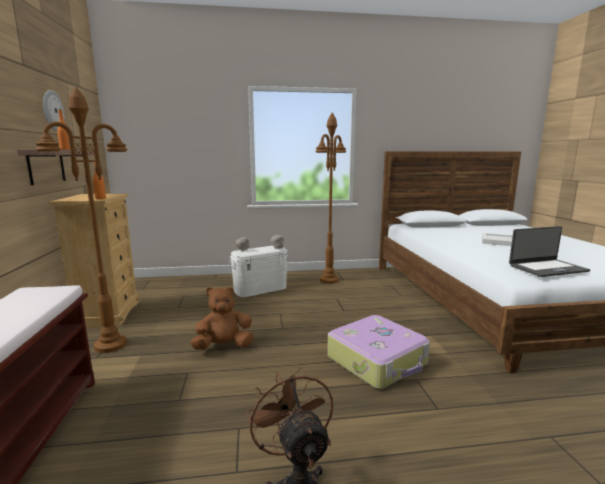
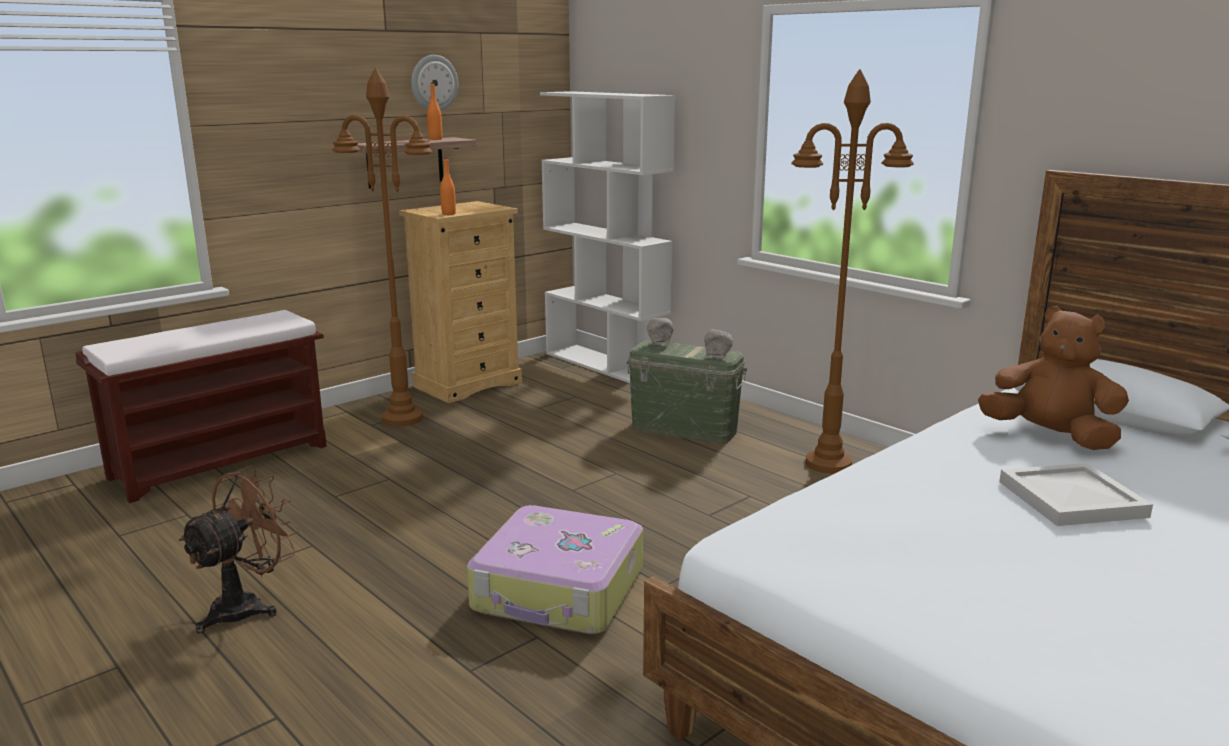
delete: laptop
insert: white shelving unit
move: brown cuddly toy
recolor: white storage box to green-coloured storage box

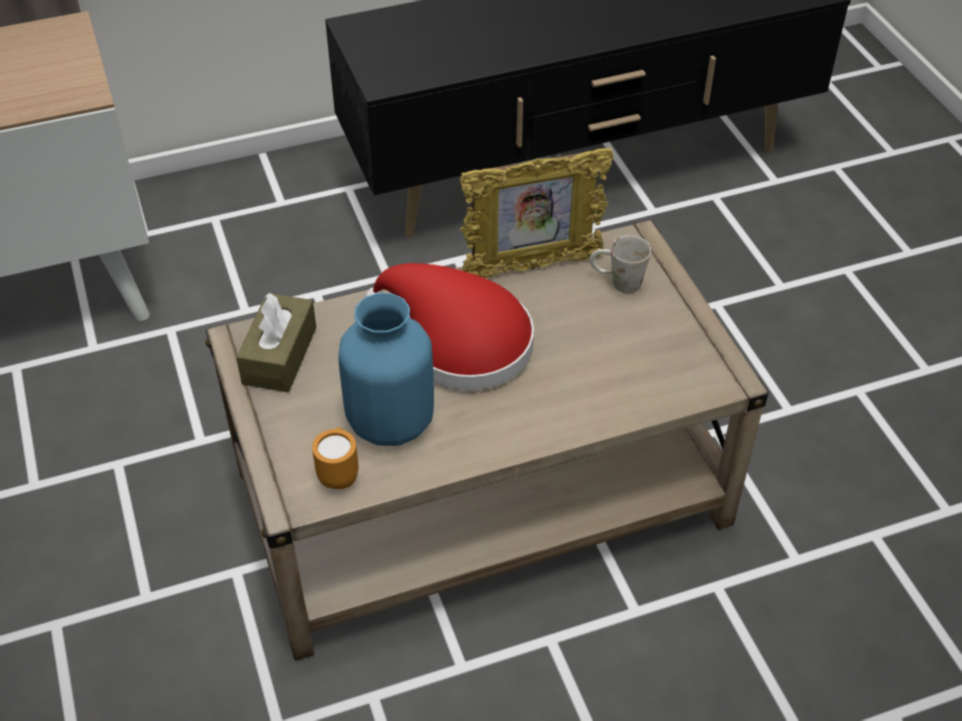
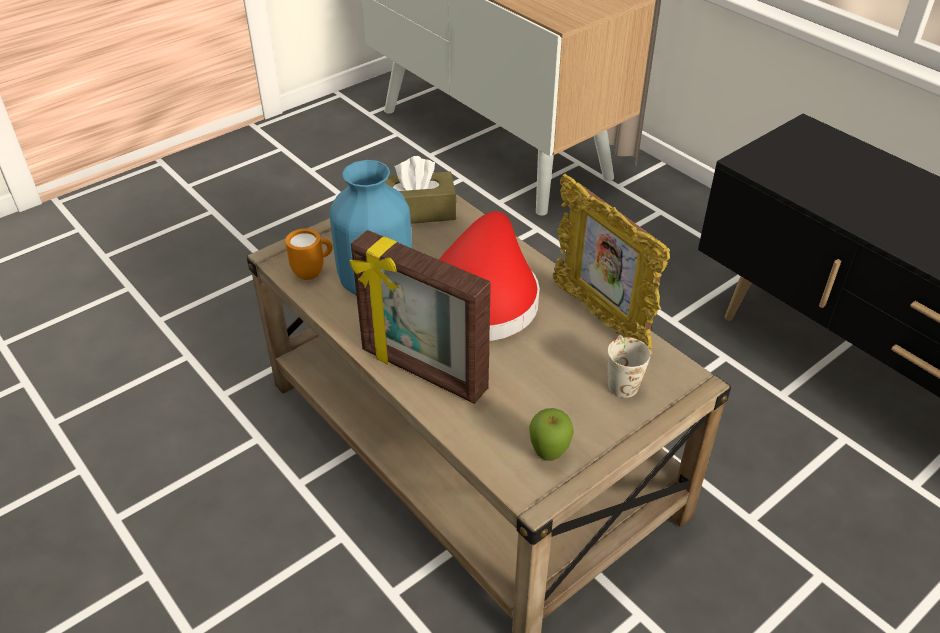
insert: standing frame (1st from left); apple

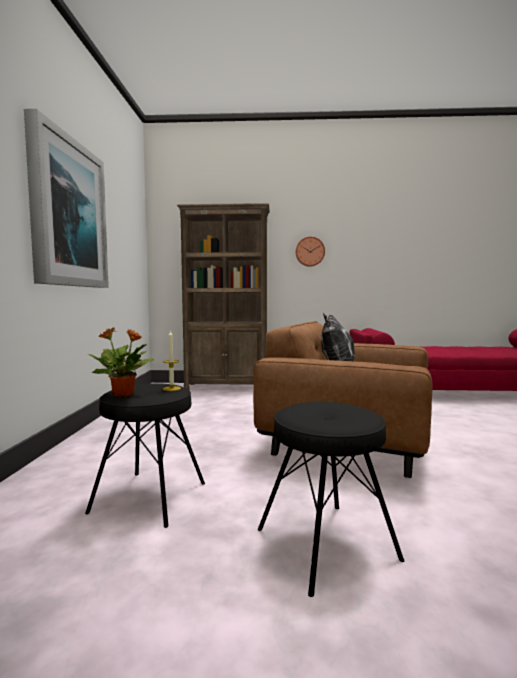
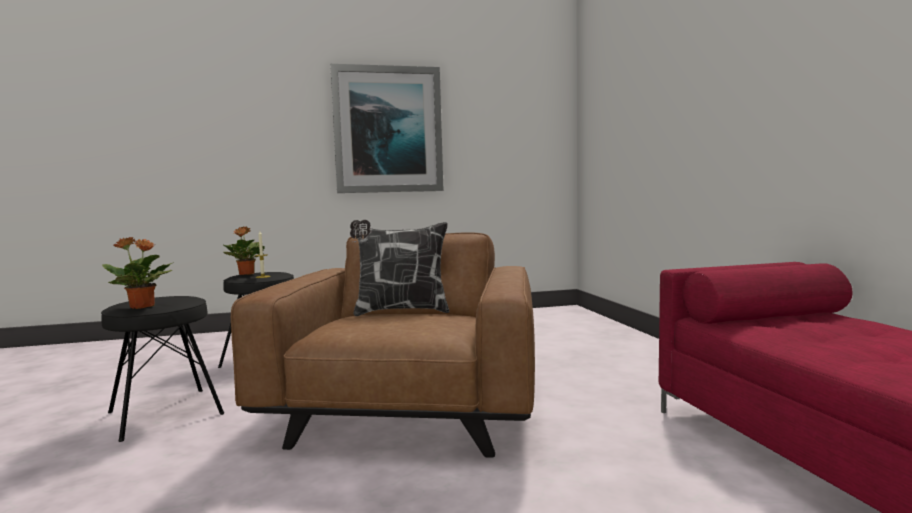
delete: brown shelving unit; hanging clock
insert: plant in a pot (1st from left)

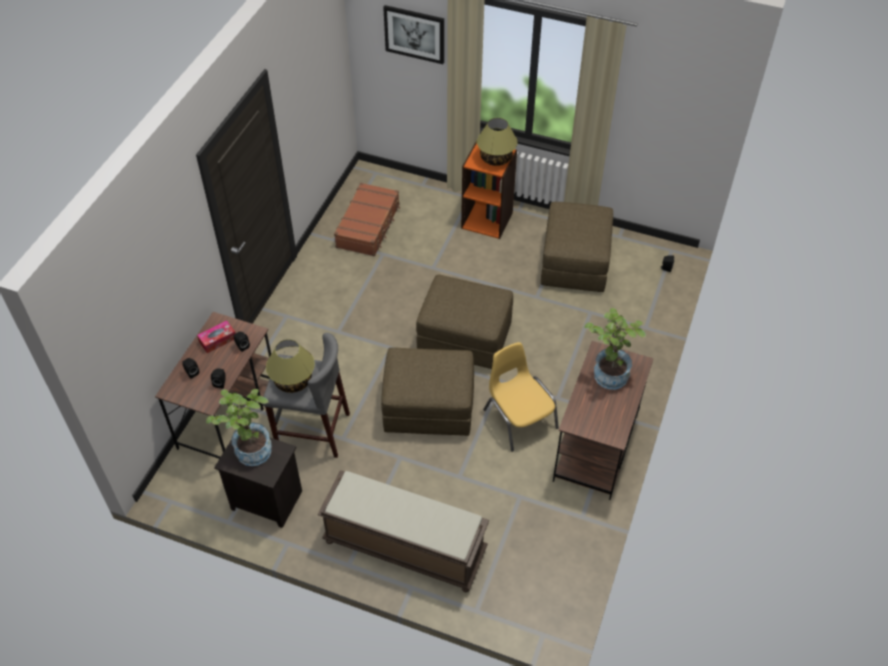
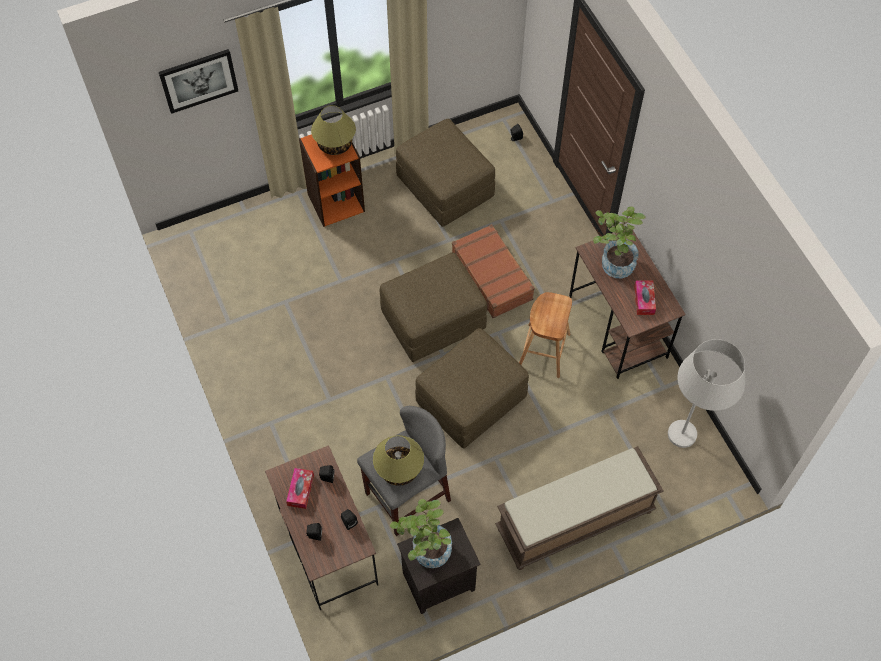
insert: tissue holder (2nd from left); white standard lamp
move: brown suitcase
replace: yellow upright chair to brown sitting stool

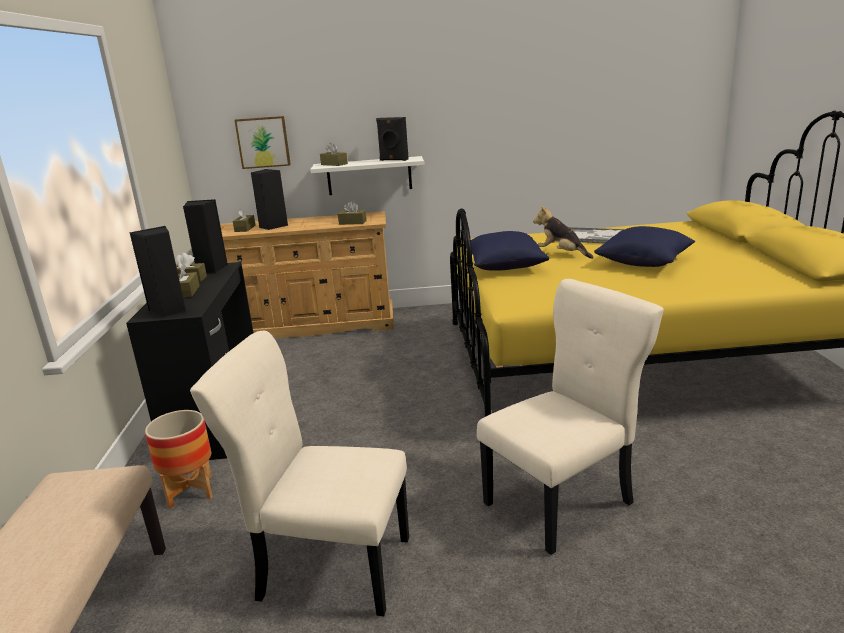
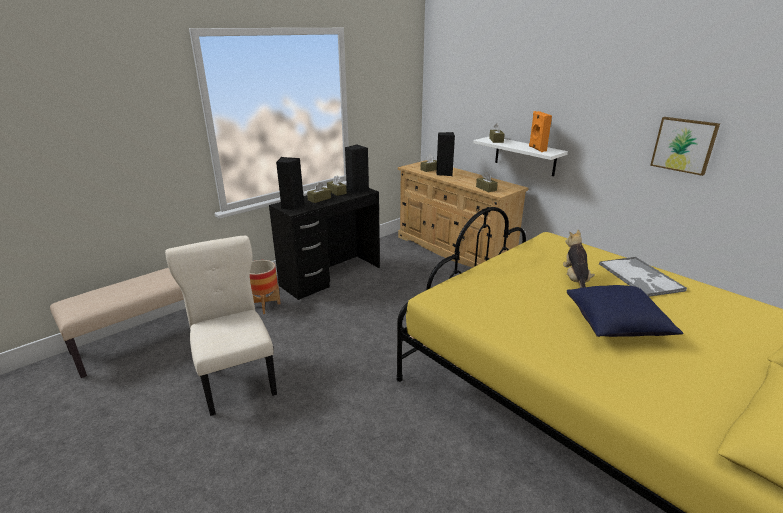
delete: bluish throw pillow (1st from left); beige-coloured upright chair (2nd from left)
move: wall art
recolor: black-coloured audio speaker (4th from left) to orange-coloured audio speaker

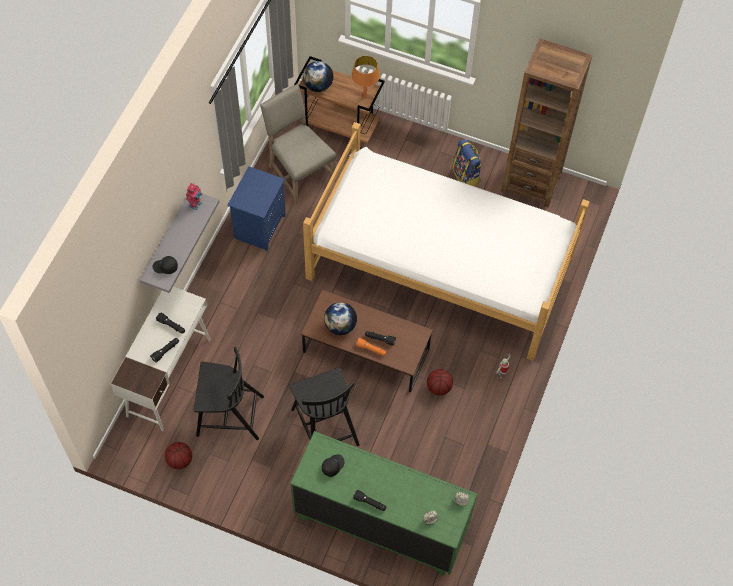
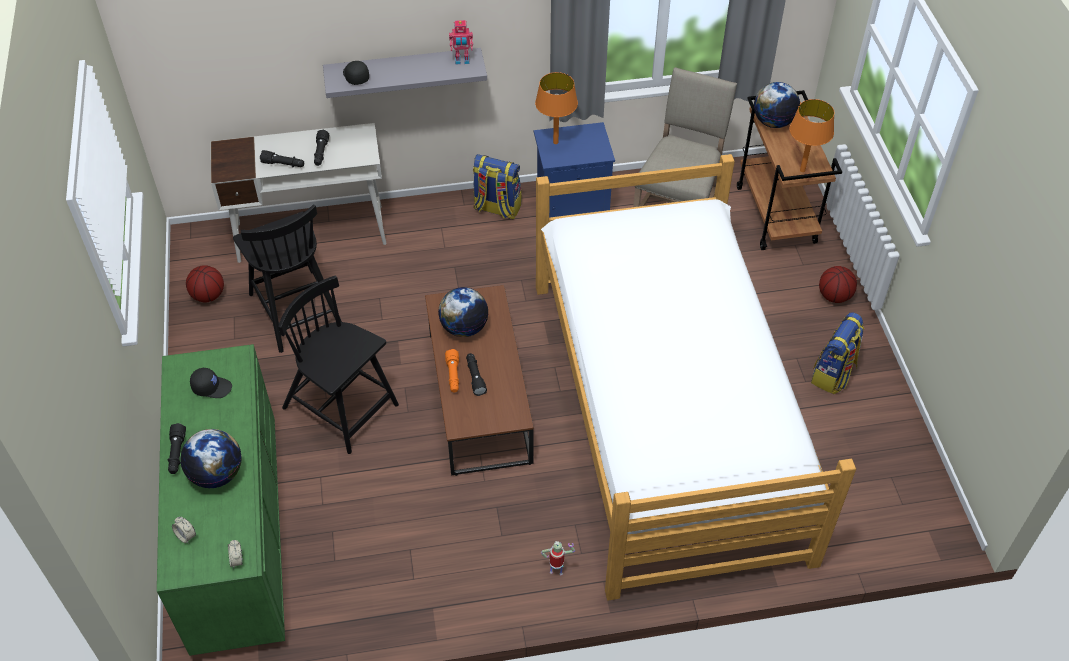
delete: brown shelving unit
insert: world globe (1st from left); knapsack (1st from left); orange-coloured tabletop lamp (1st from left)
move: ball for basketball (2nd from left)
rotate: black-coloured upright chair (2nd from left) 90 degrees clockwise

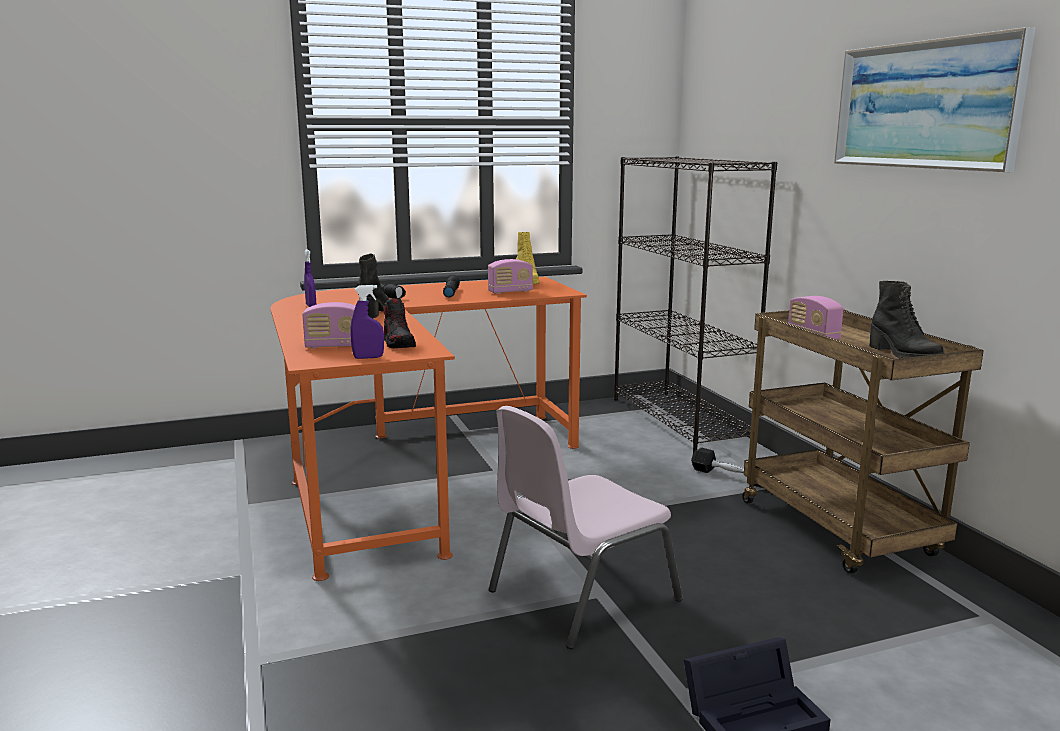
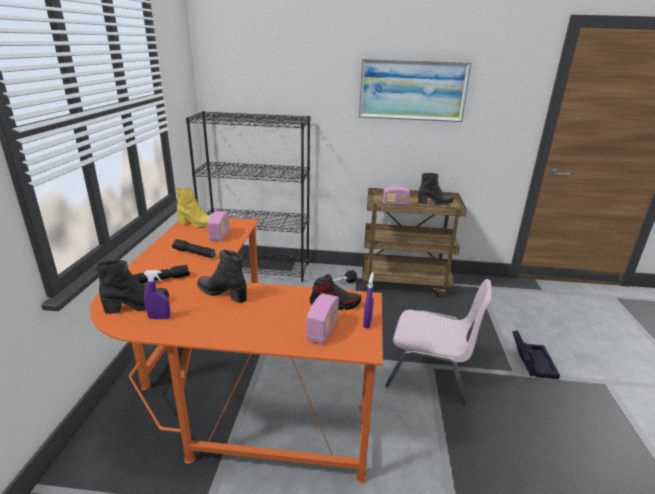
insert: black-coloured tall boot (1st from left)
rotate: pink-coloured upright chair 60 degrees counterclockwise

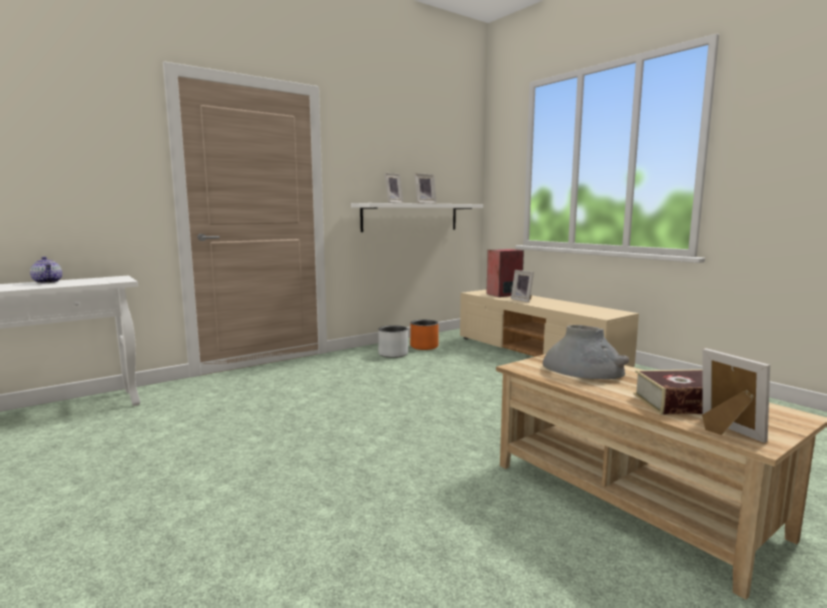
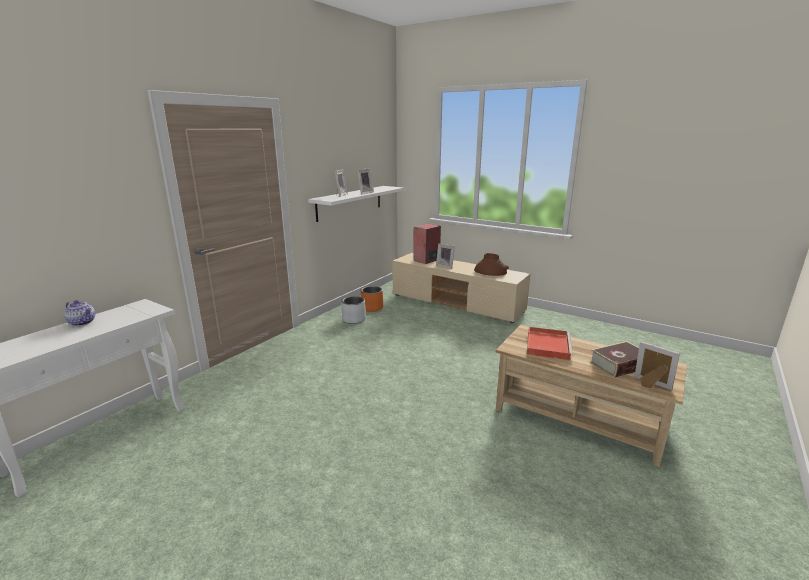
insert: brown vase
replace: gray vase to red-coloured serving tray

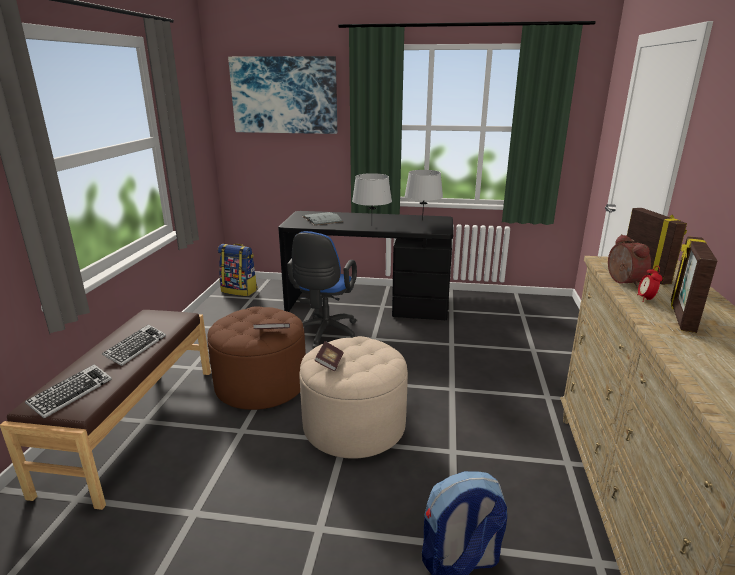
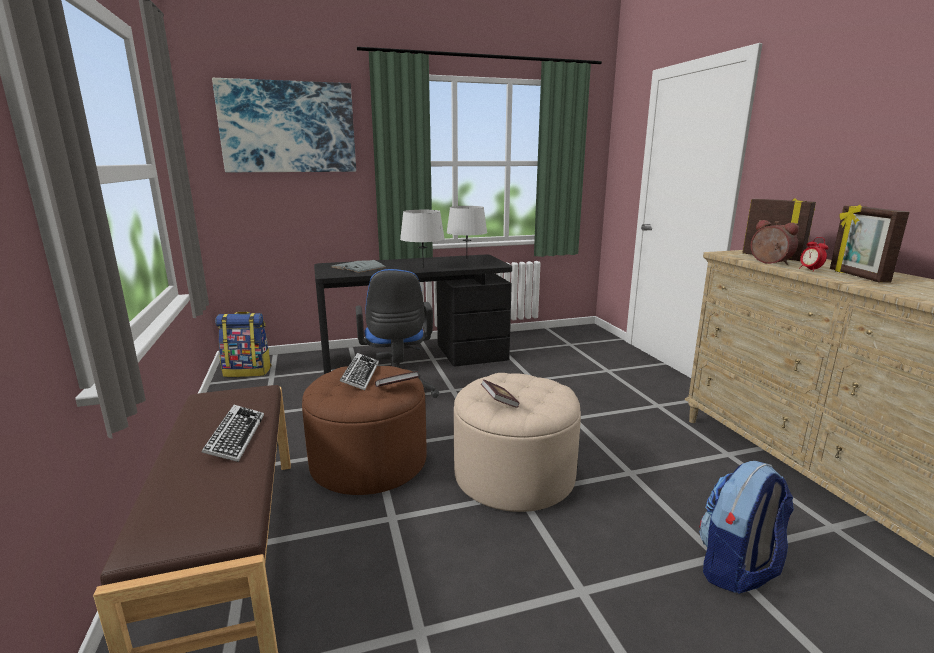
move: computer keyboard (1st from left in the first image) to computer keyboard (2nd from left)

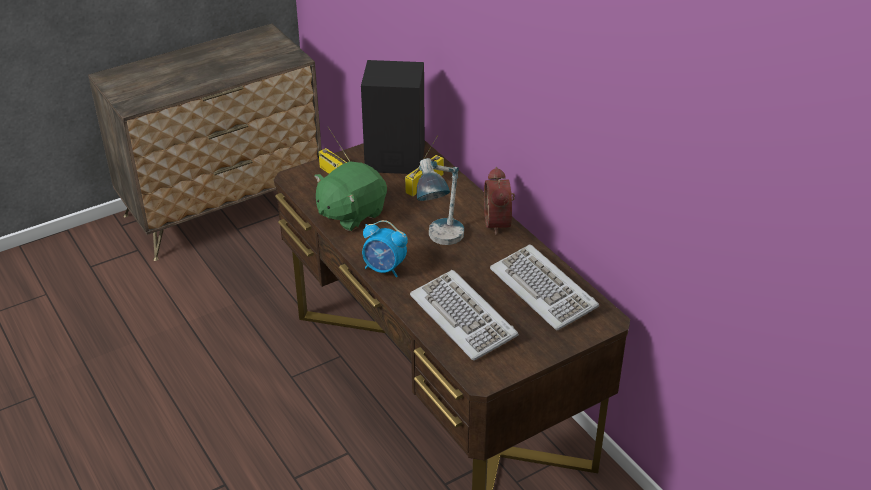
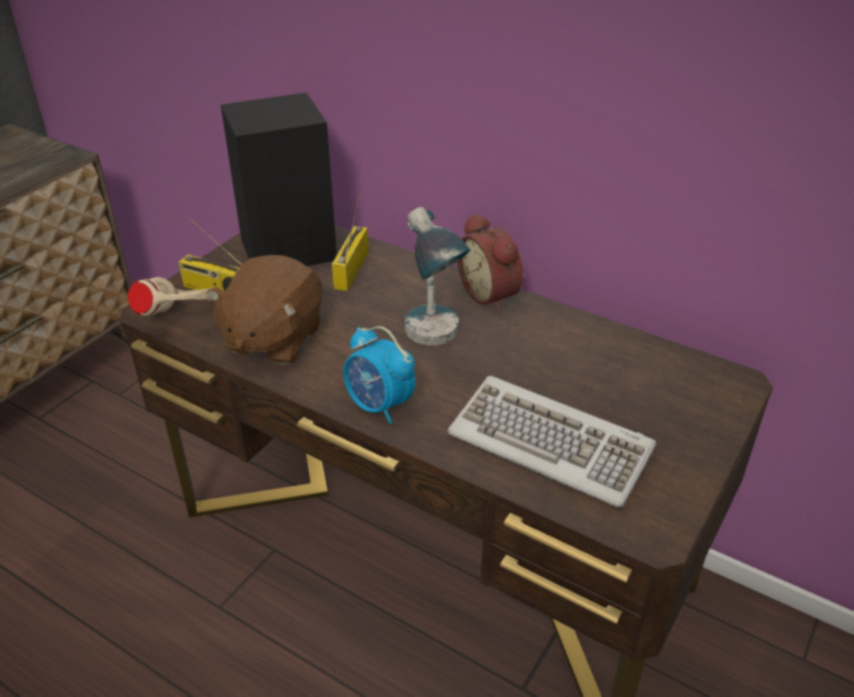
delete: computer keyboard (2nd from left)
insert: beige-coloured pair of headphones
recolor: green-coloured cuddly toy to brown cuddly toy
rotate: table clock (1st from left) 45 degrees clockwise

